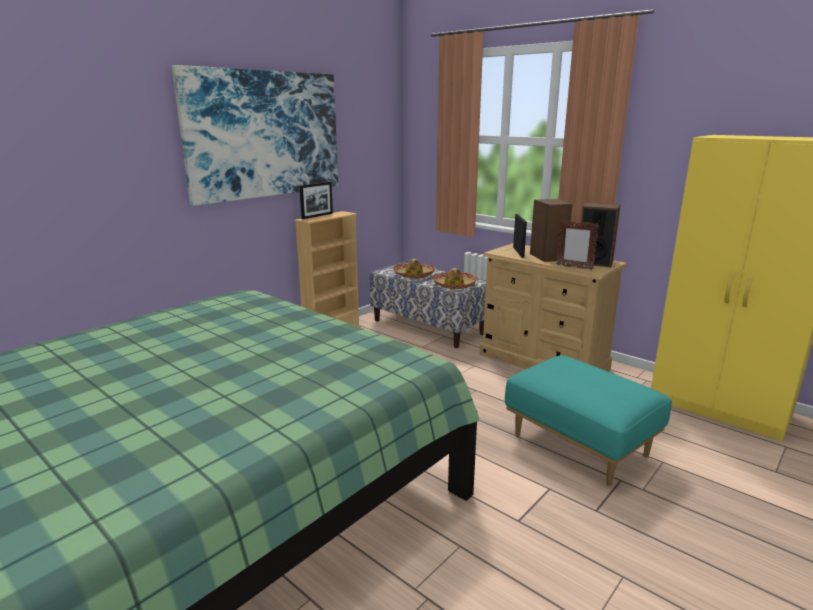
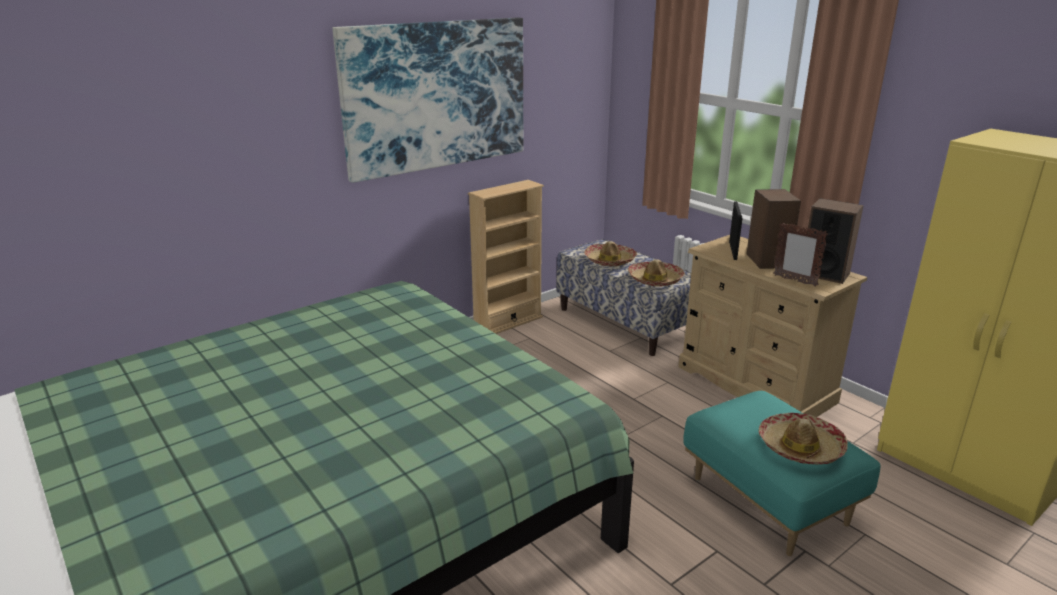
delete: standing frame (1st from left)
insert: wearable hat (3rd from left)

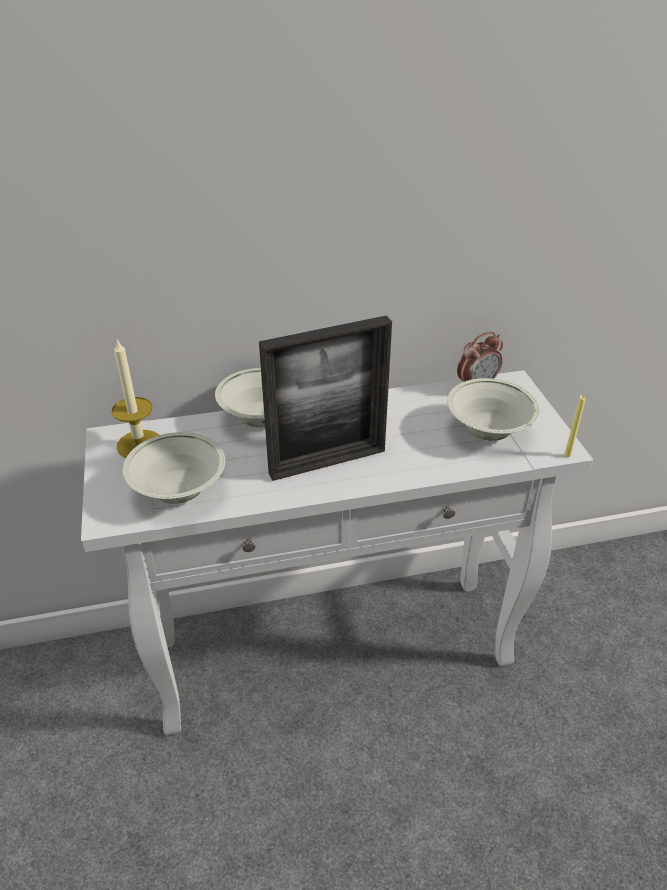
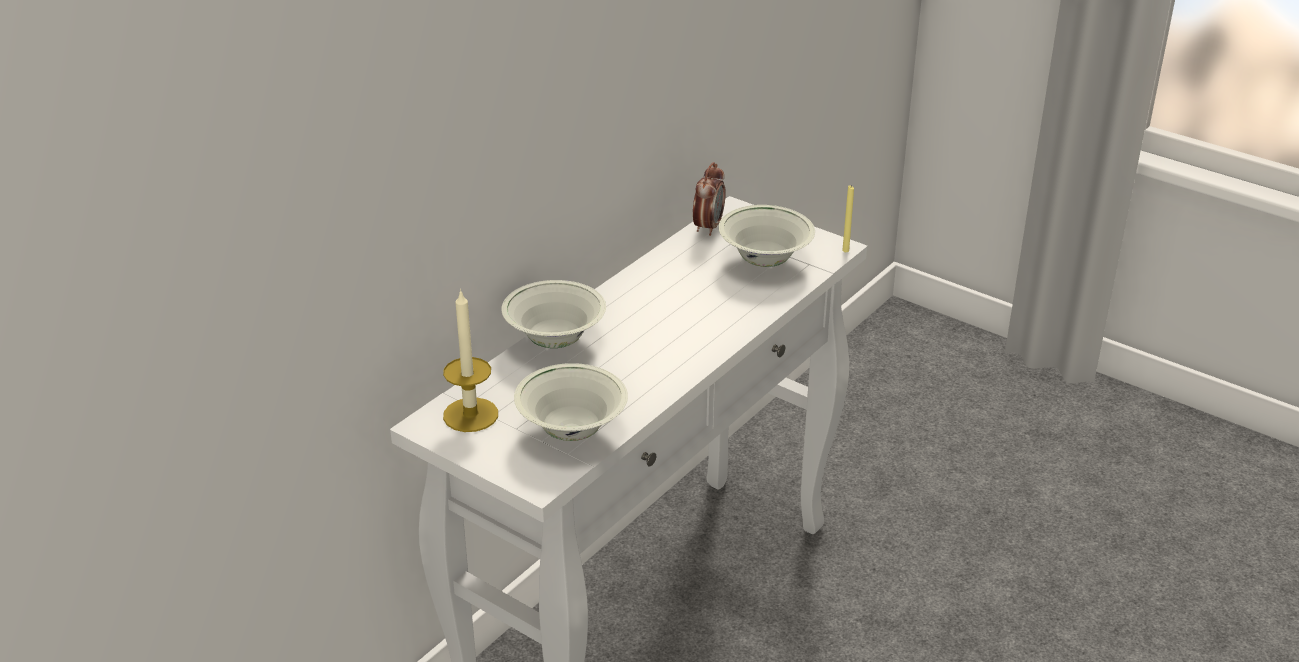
delete: standing frame

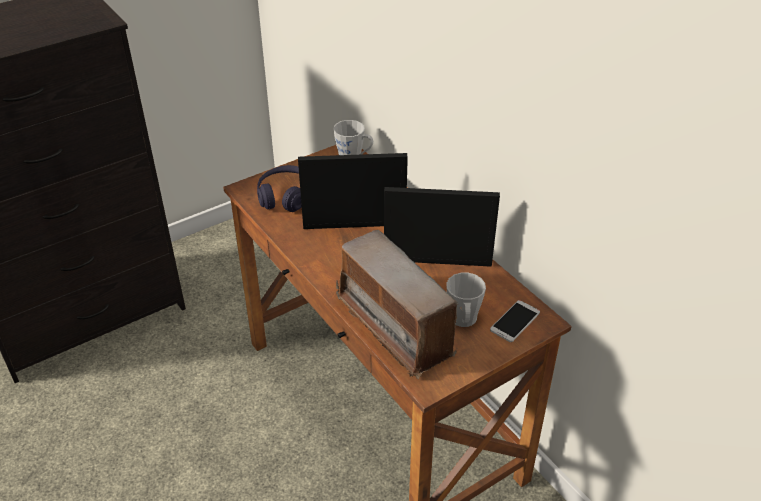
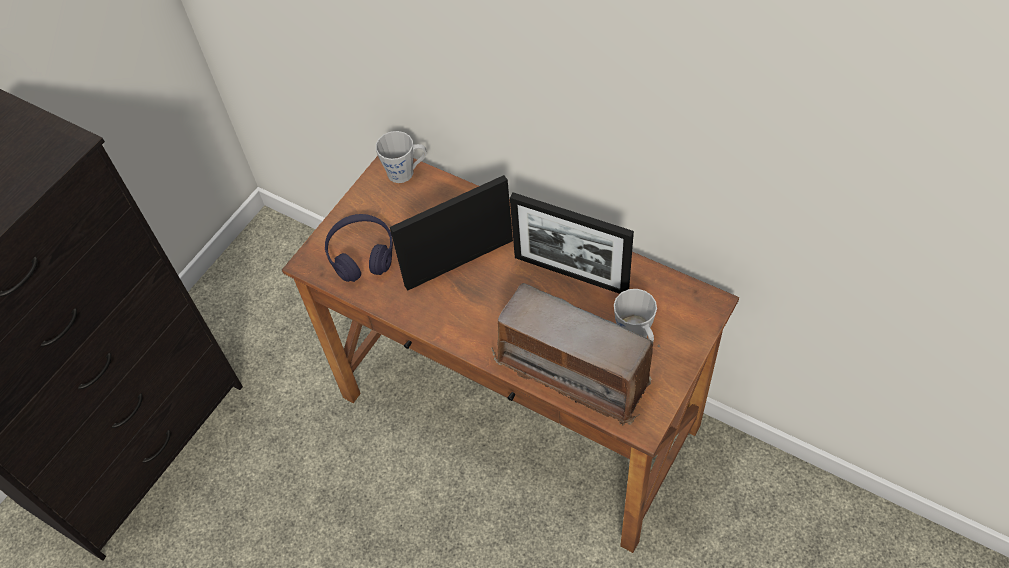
delete: phone
rotate: standing frame (2nd from left) 135 degrees counterclockwise

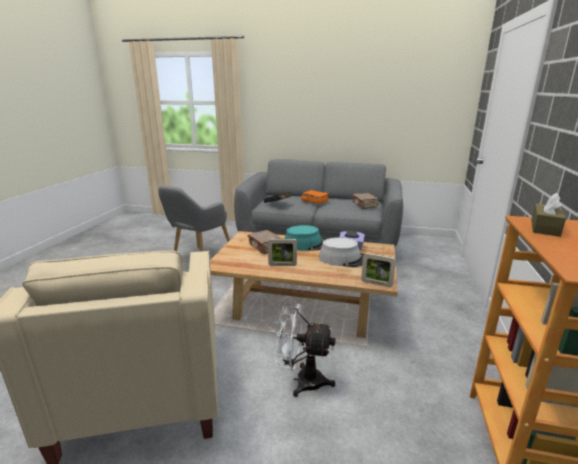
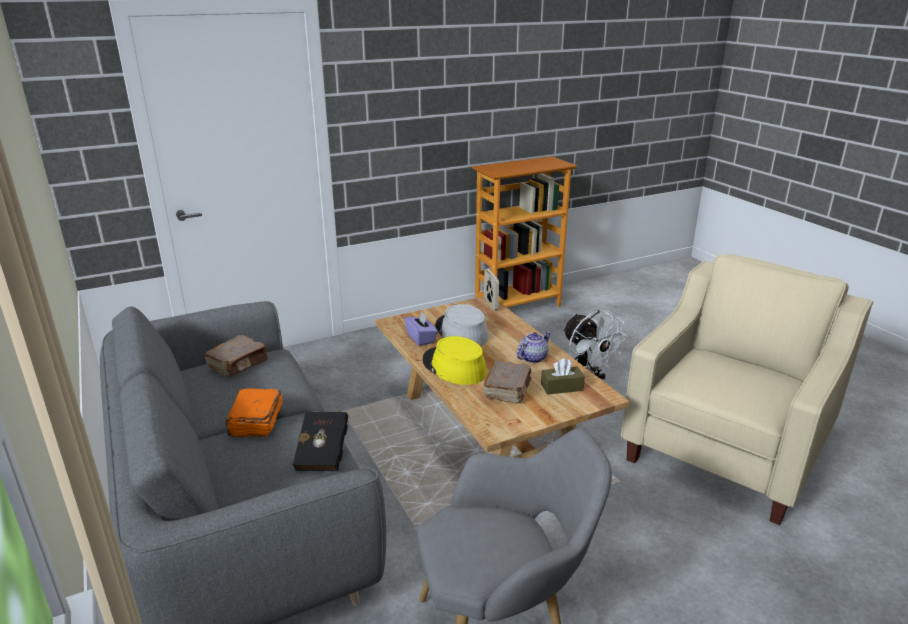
move: brown tissue holder
replace: standing frame (1st from left) to pot for tea
recolor: blue-green wearable hat to yellow wearable hat

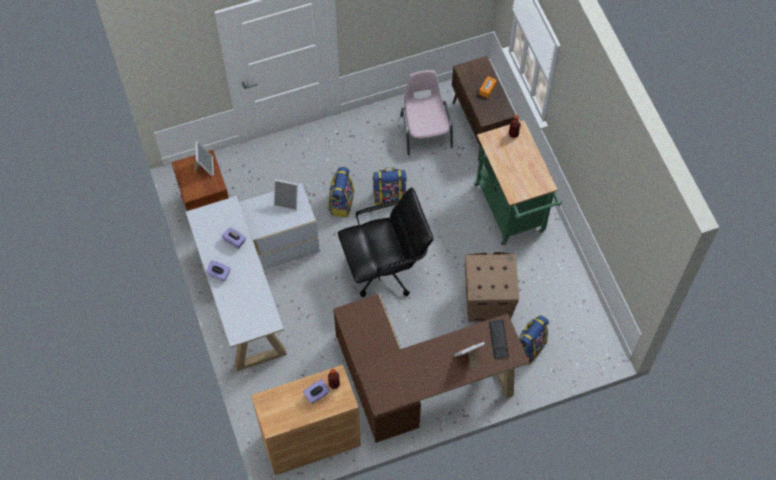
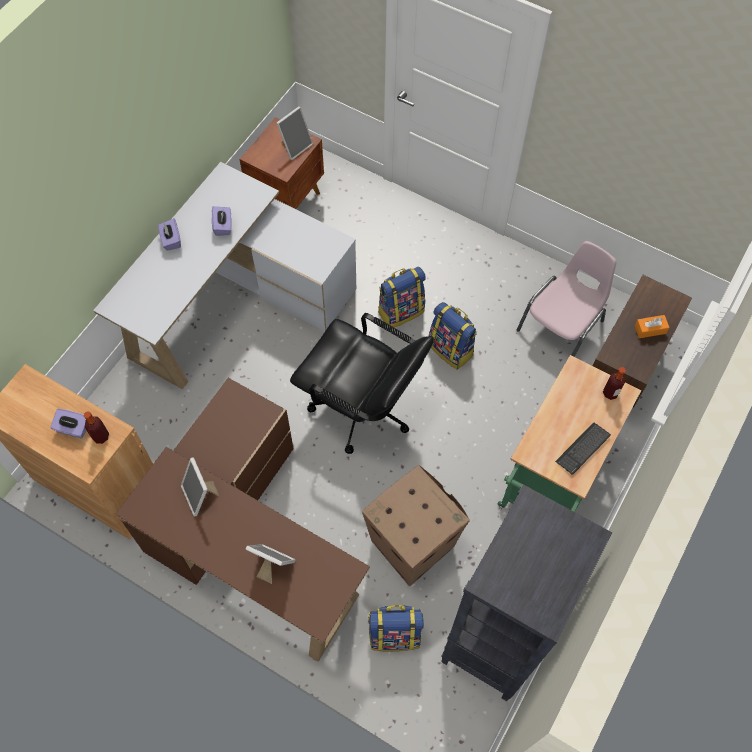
insert: black-coloured shelving unit
move: standing frame (2nd from left in the first image) to standing frame (1st from left); computer keyboard

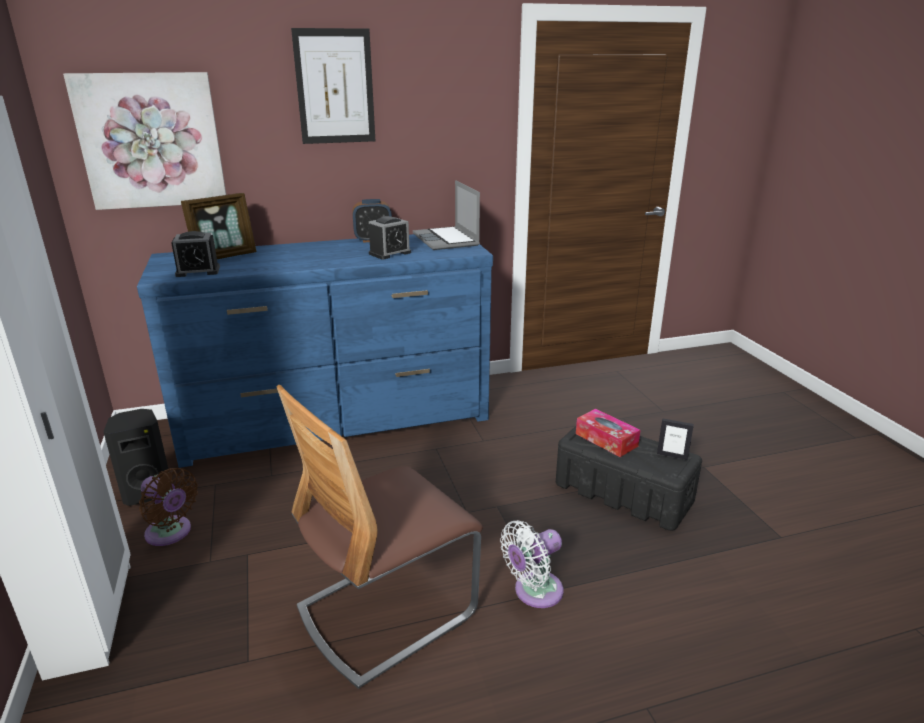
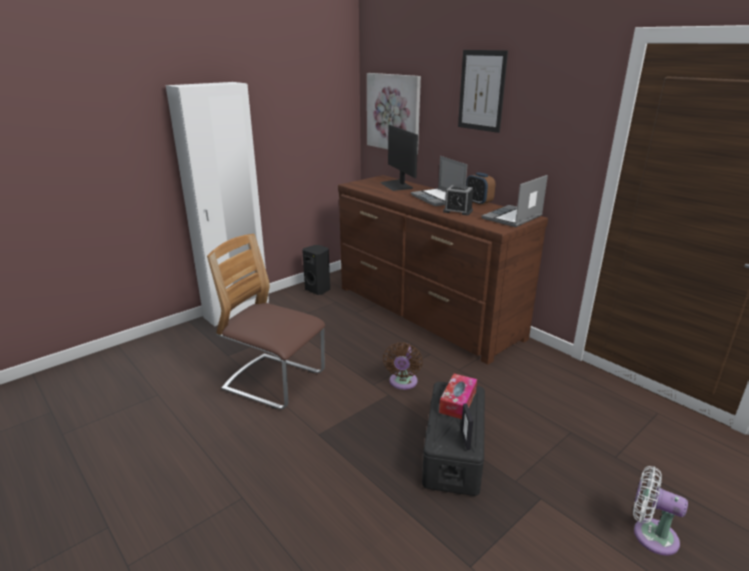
delete: table clock (1st from left)
insert: laptop (1st from left)
move: brown cooling fan; white cooling fan
replace: standing frame (1st from left) to computer screen
recolor: bluish chest of drawers to brown chest of drawers

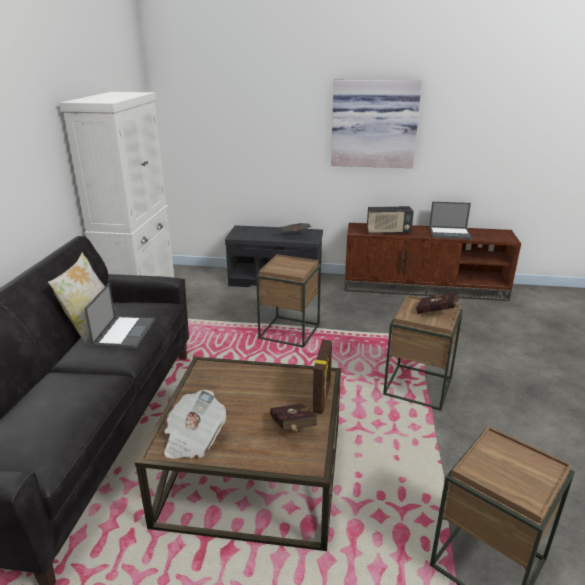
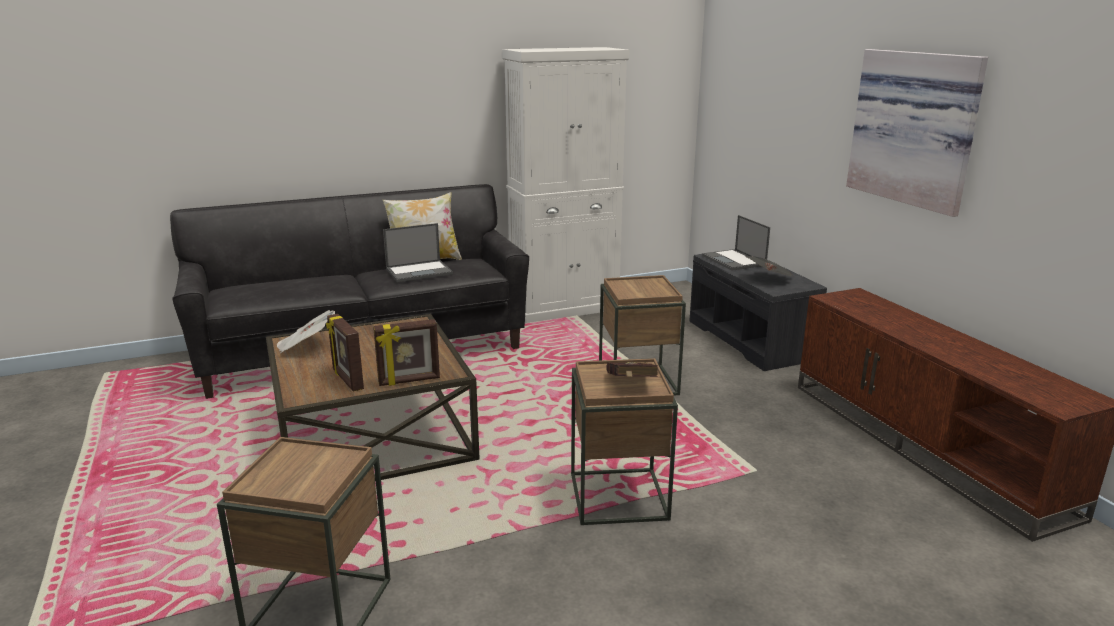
delete: radio set
move: laptop (2nd from left)
replace: red-coloured book (1st from left) to standing frame (1st from left)

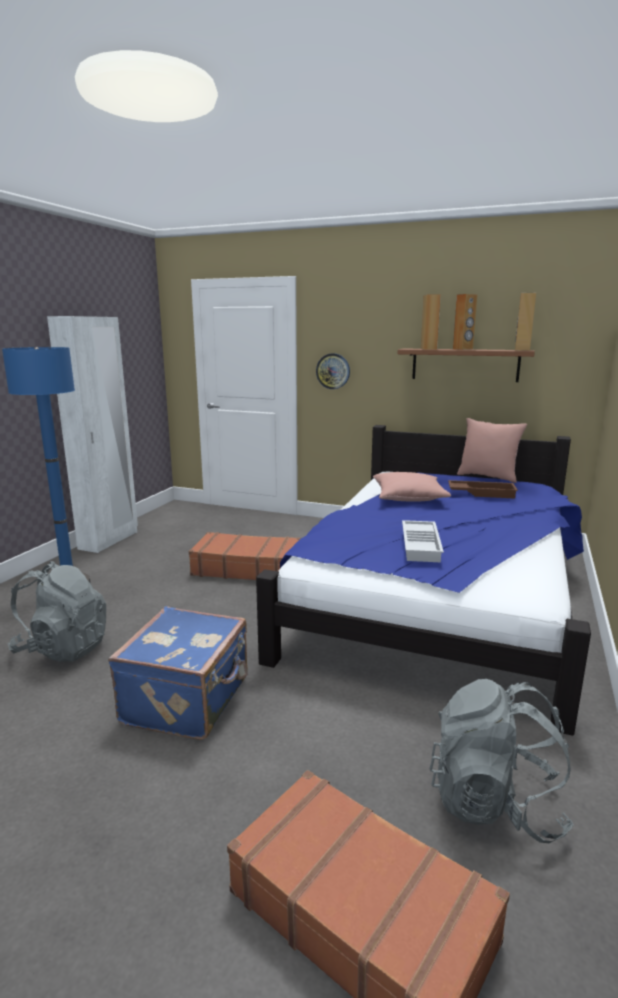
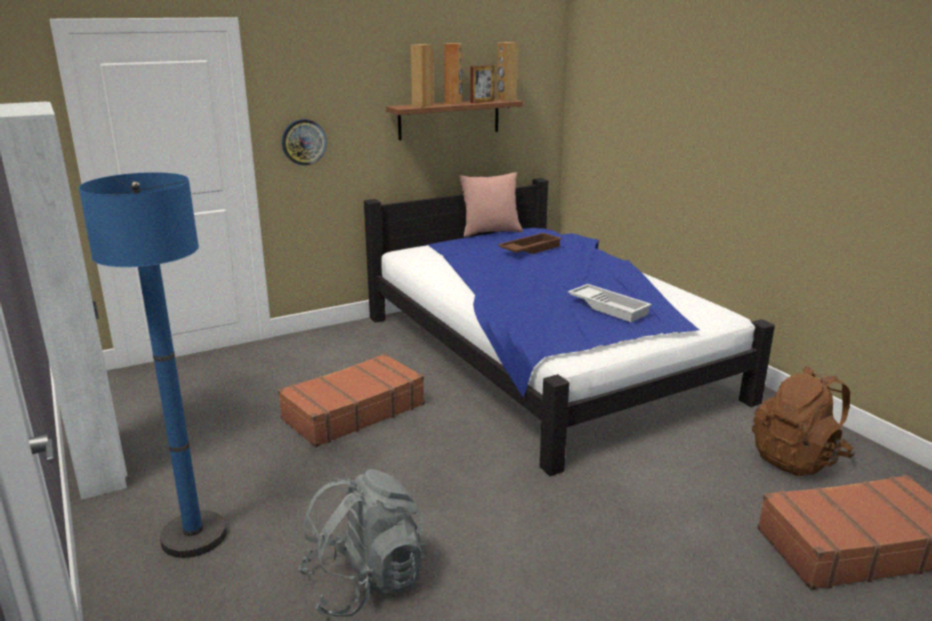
delete: bluish suitcase; pink-coloured throw pillow (1st from left)
insert: standing frame
recolor: gray knapsack (2nd from left) to brown knapsack

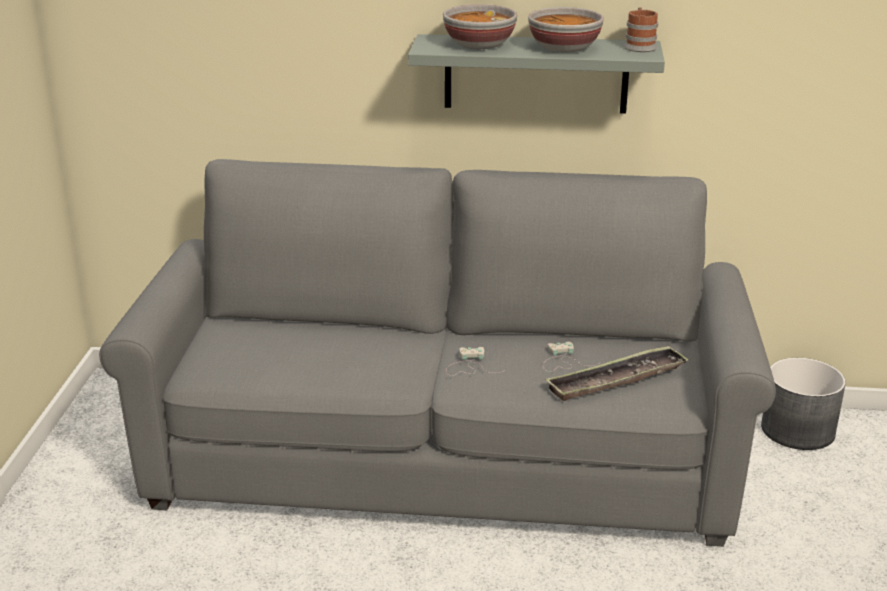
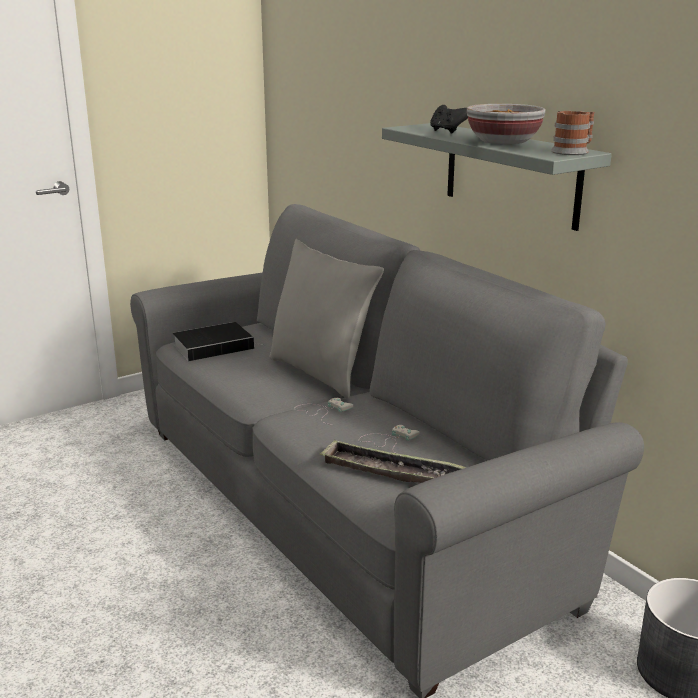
insert: book; gray throw pillow
replace: bowl (1st from left) to black-coloured joypad

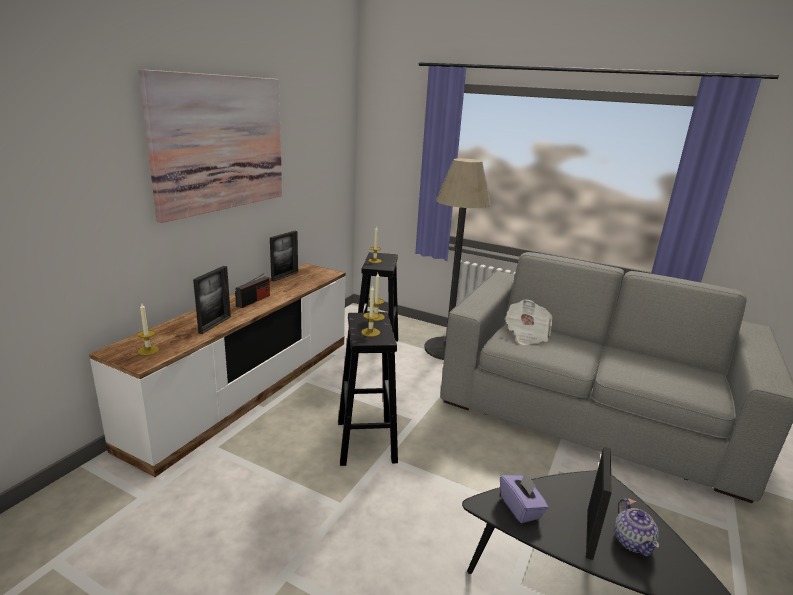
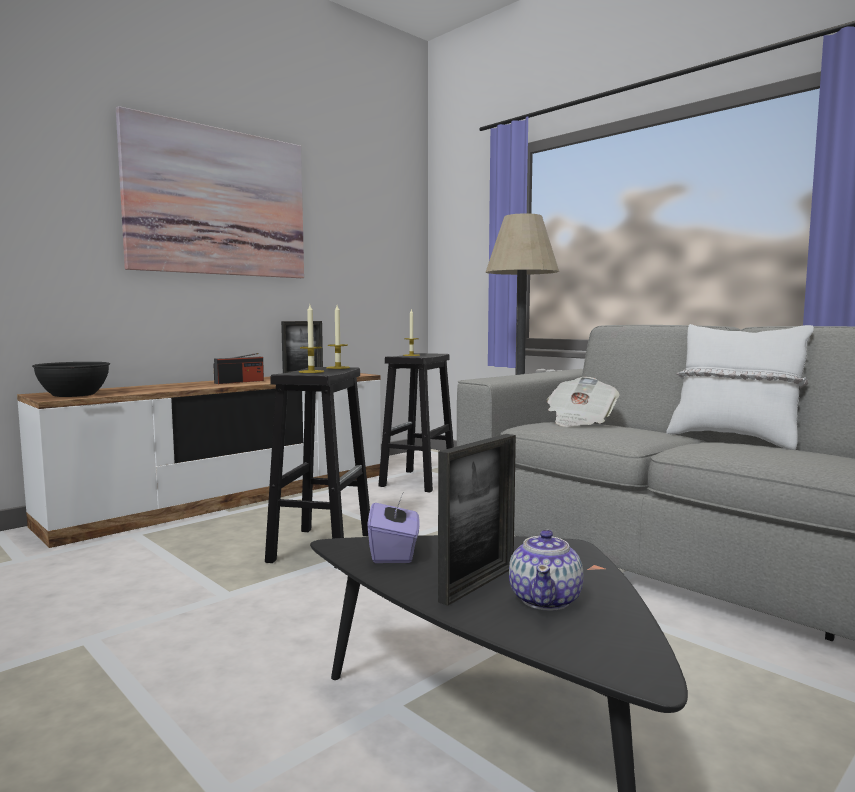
delete: standing frame (1st from left)
insert: white throw pillow
replace: wax light (1st from left) to black-coloured bowl

